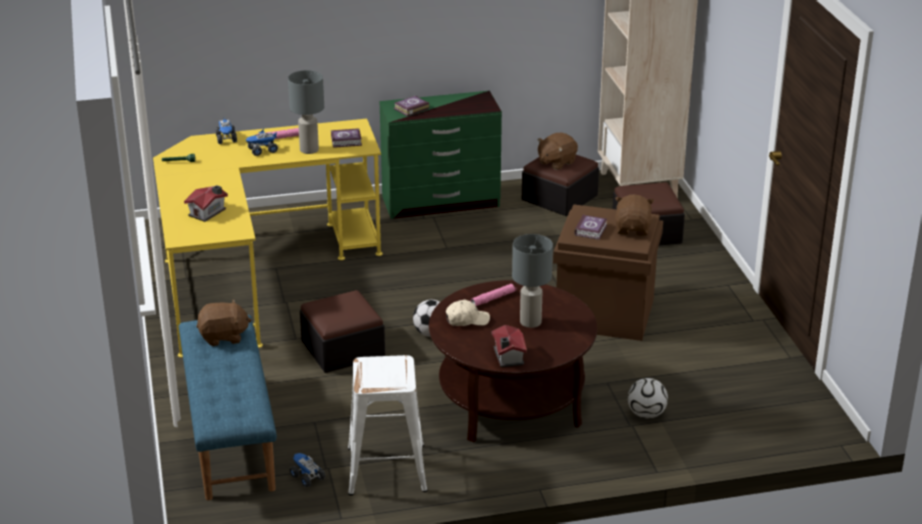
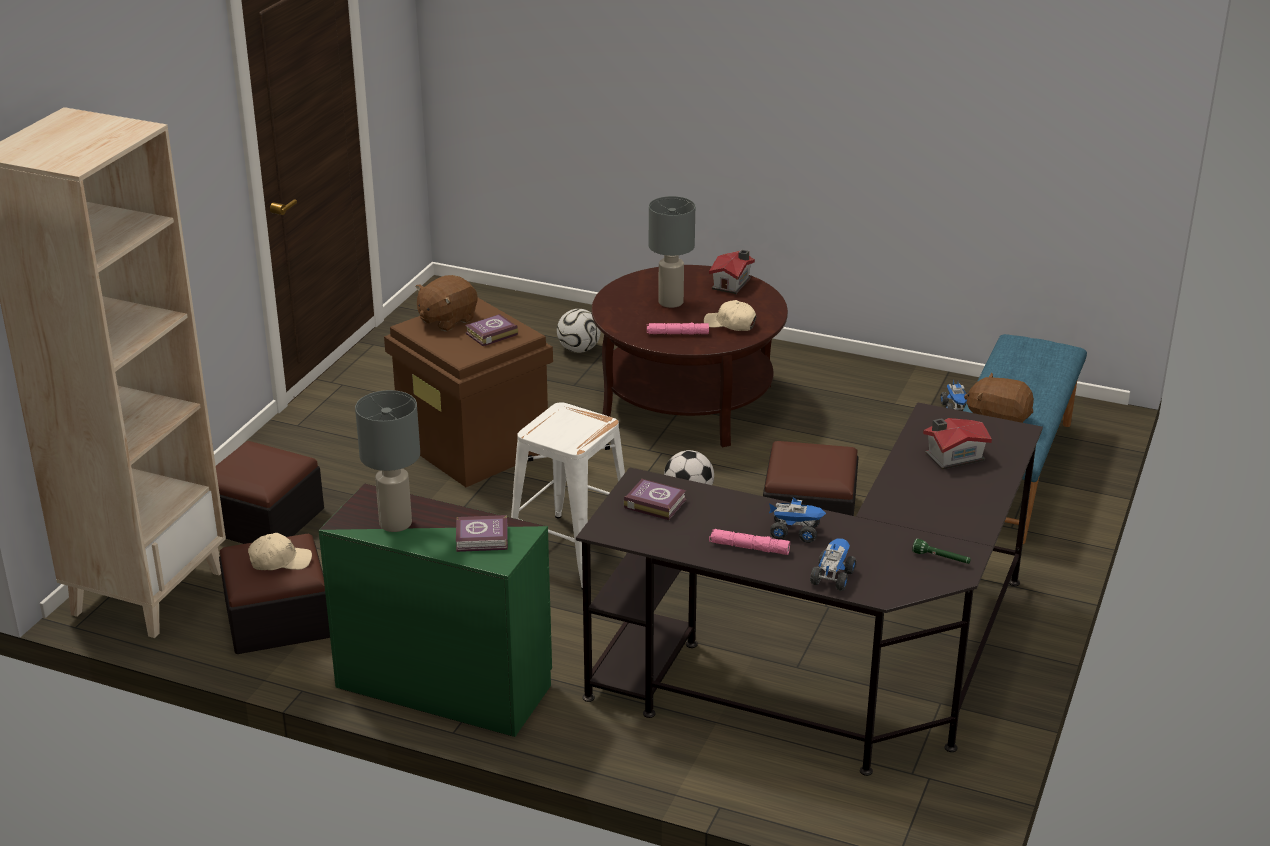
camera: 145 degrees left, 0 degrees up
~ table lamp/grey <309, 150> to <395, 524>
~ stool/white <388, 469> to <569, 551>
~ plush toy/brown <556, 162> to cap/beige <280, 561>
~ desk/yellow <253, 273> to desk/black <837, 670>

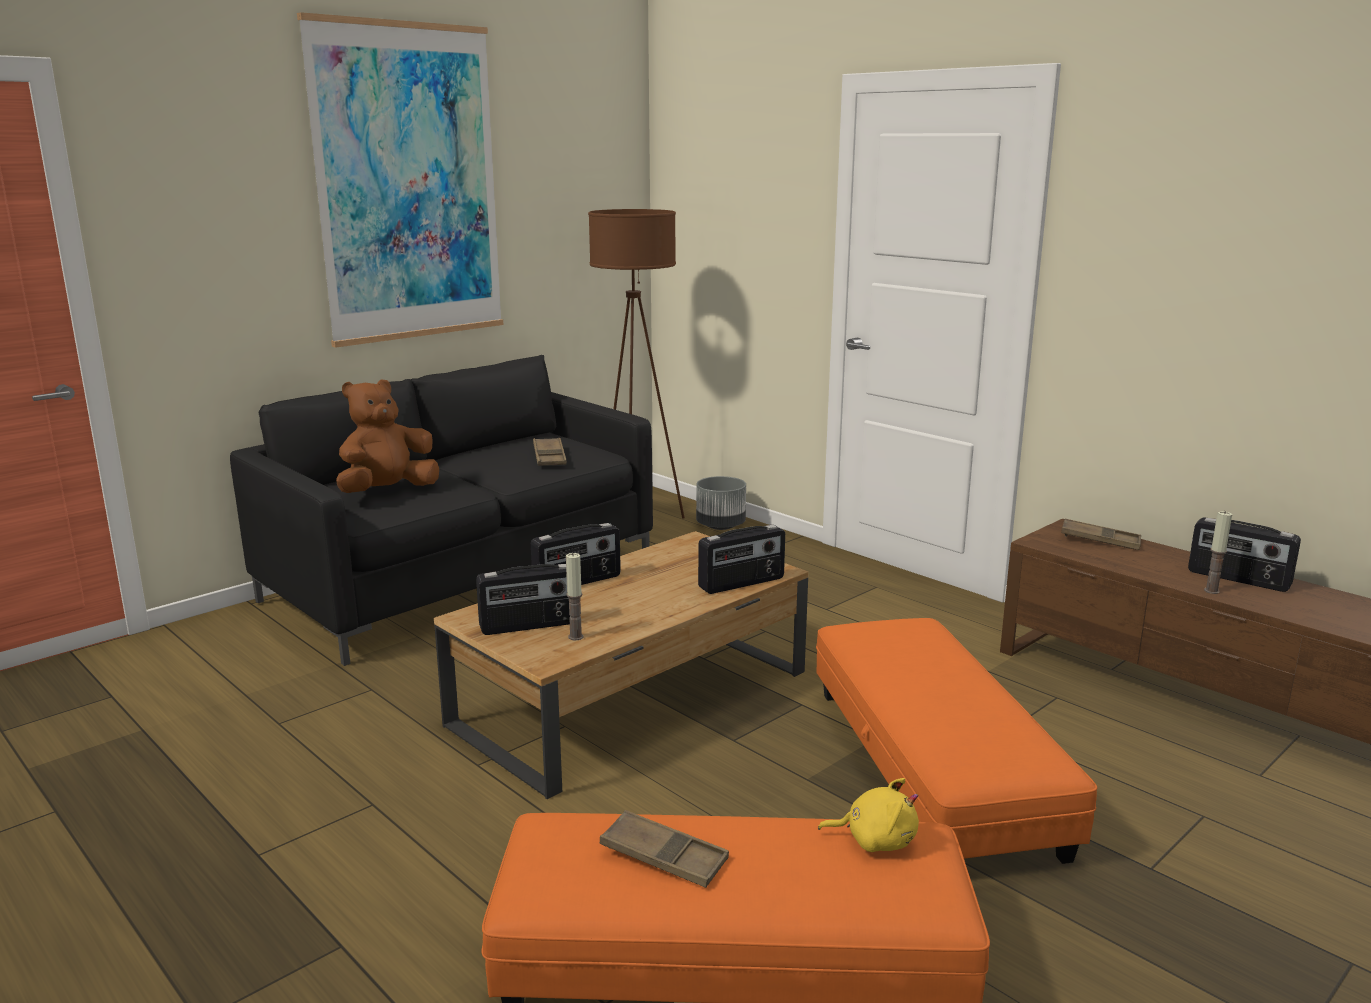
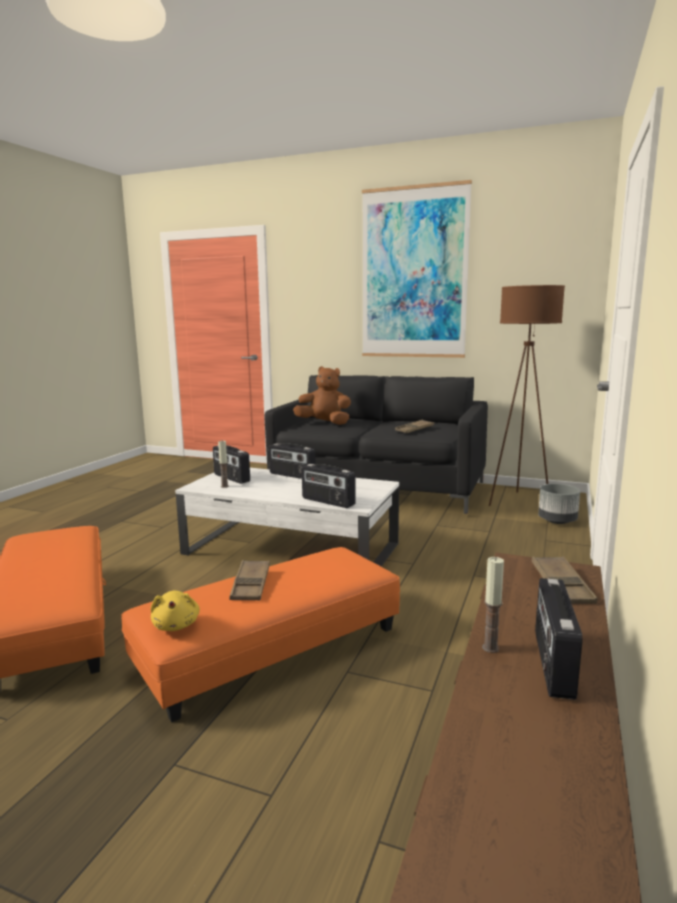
camera: 65 degrees right, 5 degrees down
~ tray/brown <664, 856> to <251, 585>
~ plush toy/yellow <875, 840> to <176, 625>
~ coffee table/brown <634, 697> to coffee table/white <292, 549>

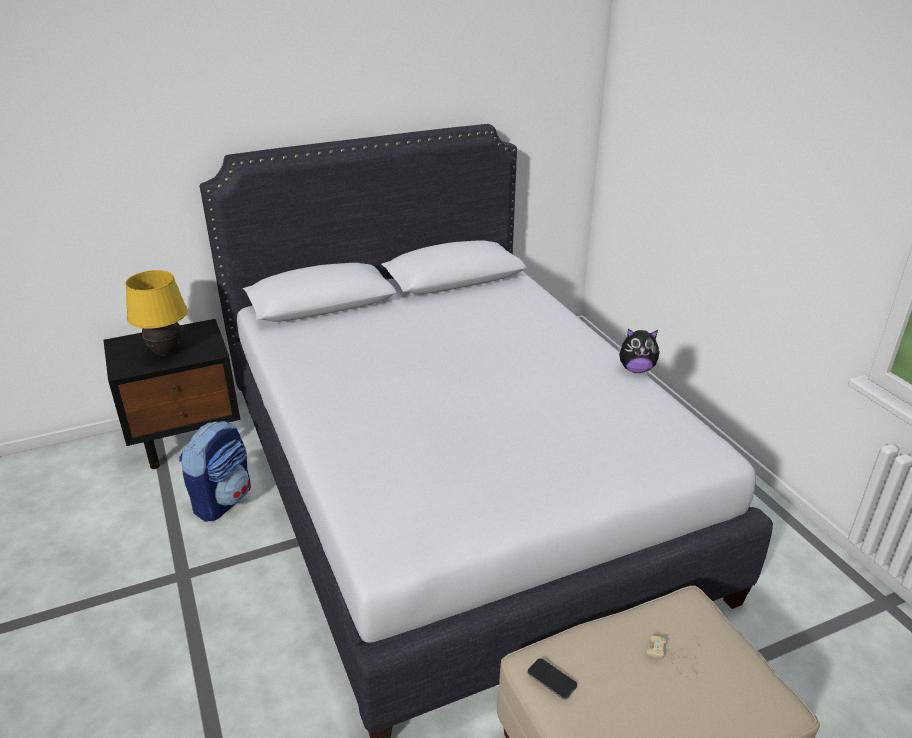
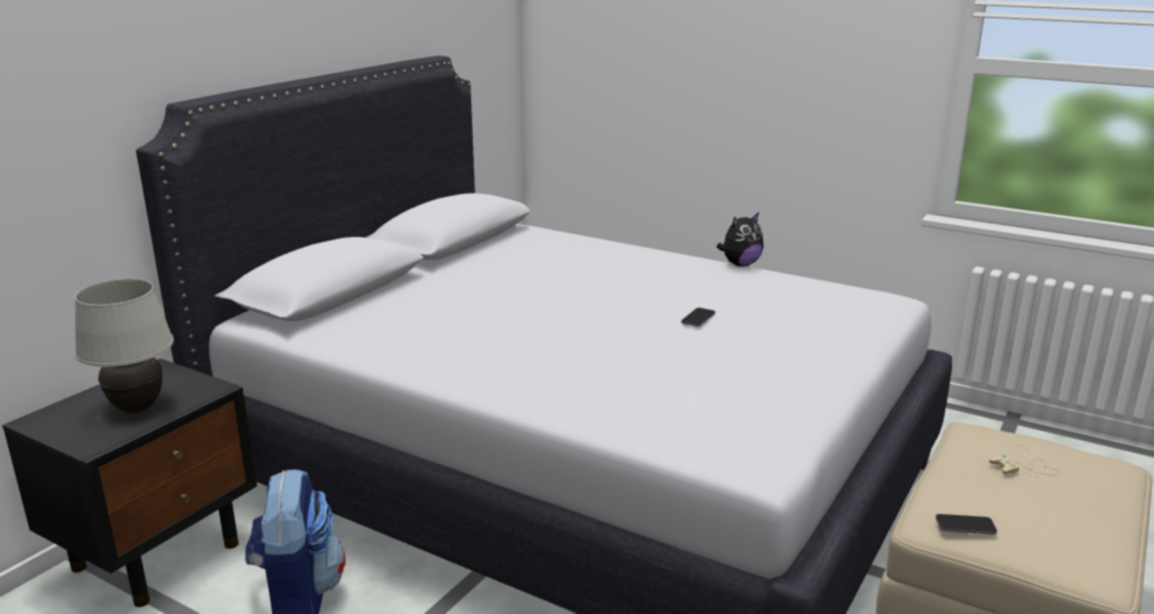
camera: 35 degrees left, 10 degrees down
+ phone <698, 319>
~ table lamp/yellow <165, 352> to table lamp/white <137, 409>

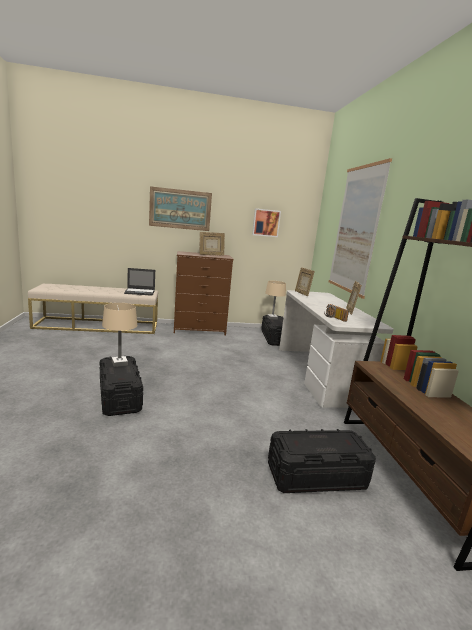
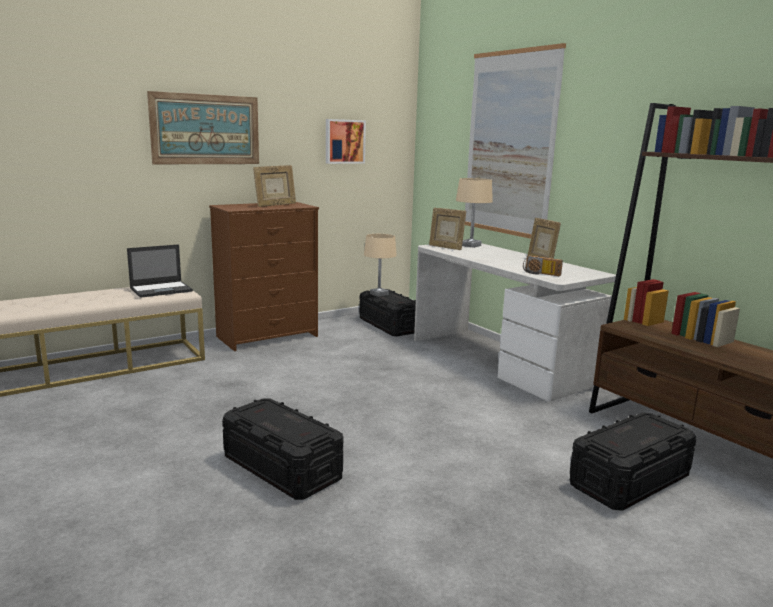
camera: 25 degrees left, 0 degrees up
~ table lamp/beige <119, 363> to <471, 245>

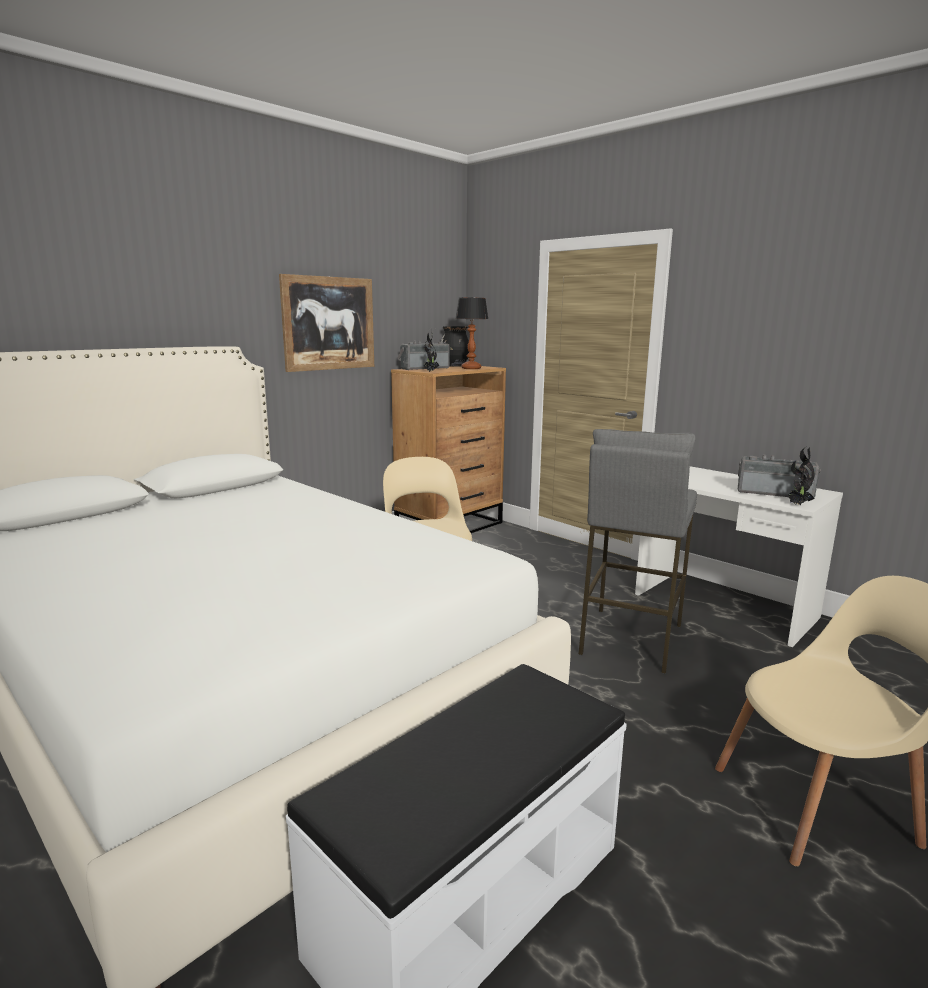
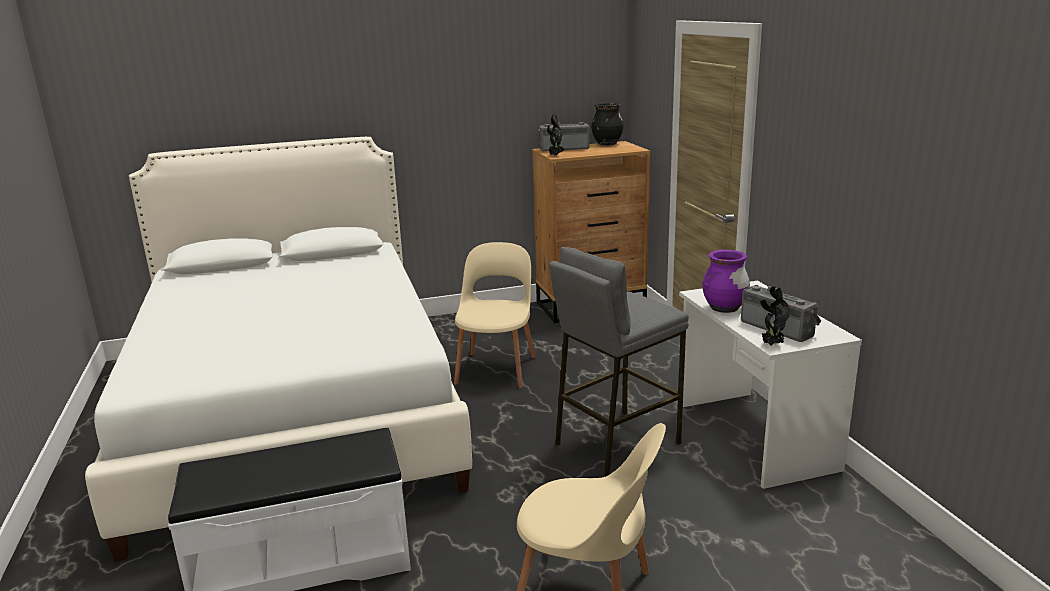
camera: 30 degrees right, 5 degrees up
- picture <329, 323>
- table lamp <471, 368>
+ vase/purple <724, 308>

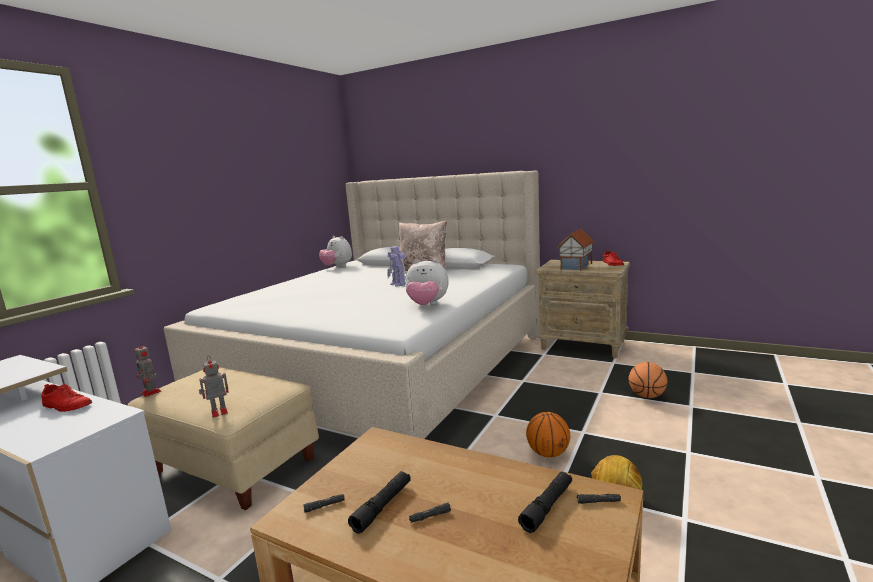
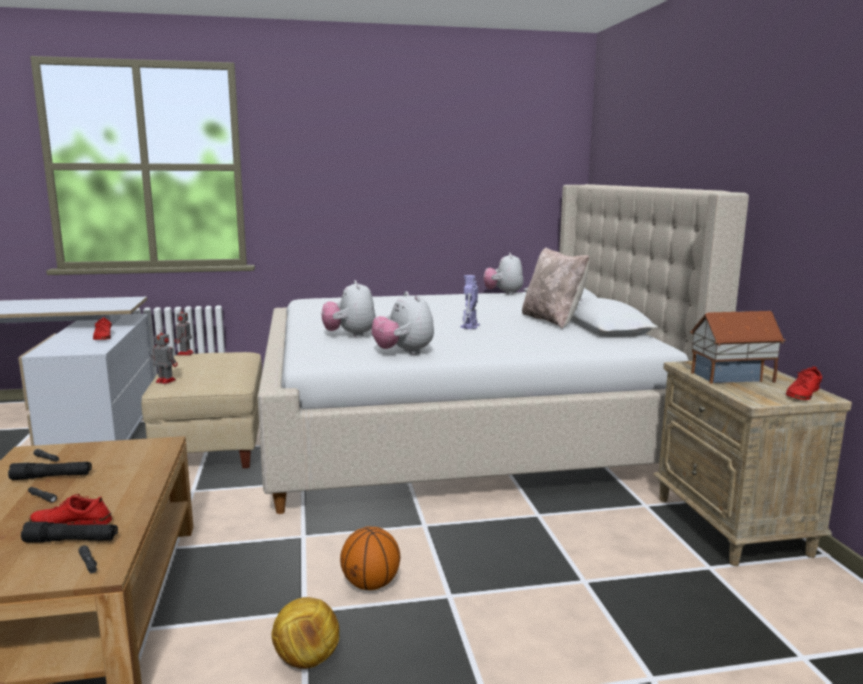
camera: 50 degrees right, 0 degrees up
- basketball <647, 396>
+ shoe/red <72, 523>
+ plush toy <350, 336>

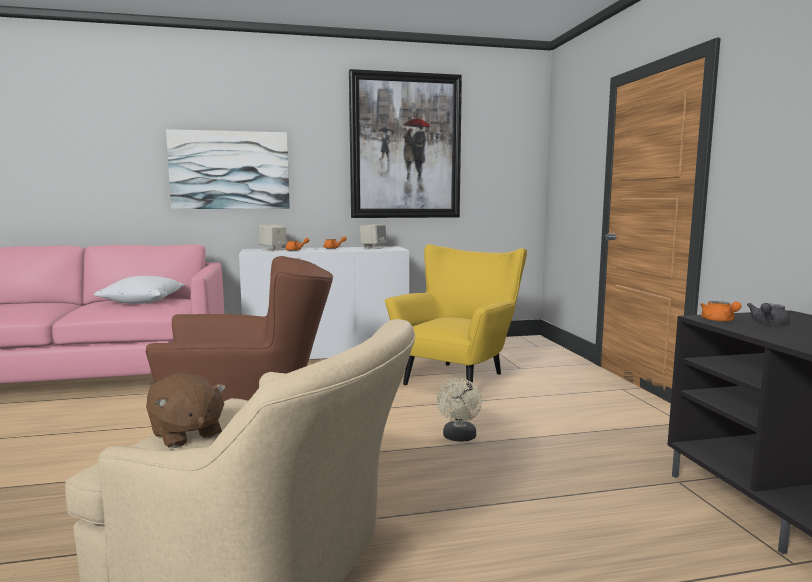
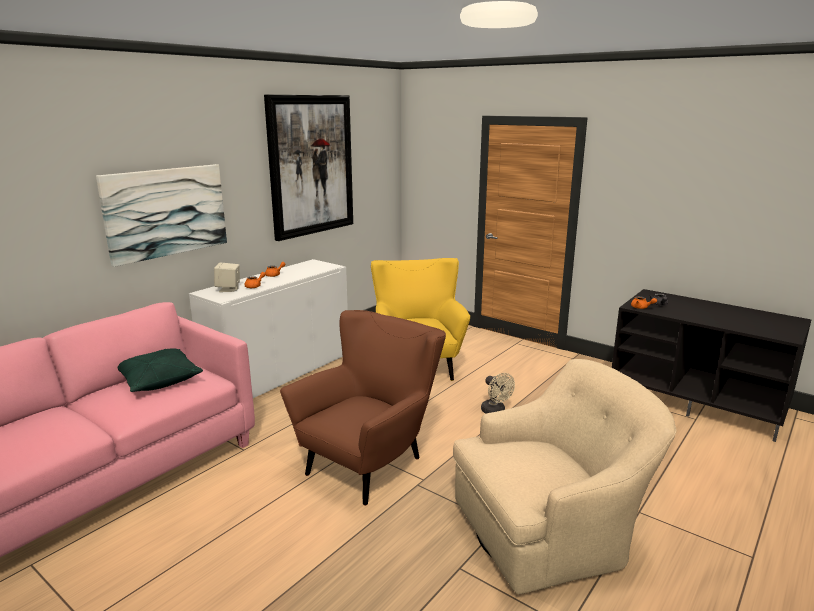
camera: 40 degrees left, 10 degrees up
- plush toy/brown <185, 434>
- speaker/beige <373, 248>
~ pillow/white <143, 301> to pillow/green <158, 380>

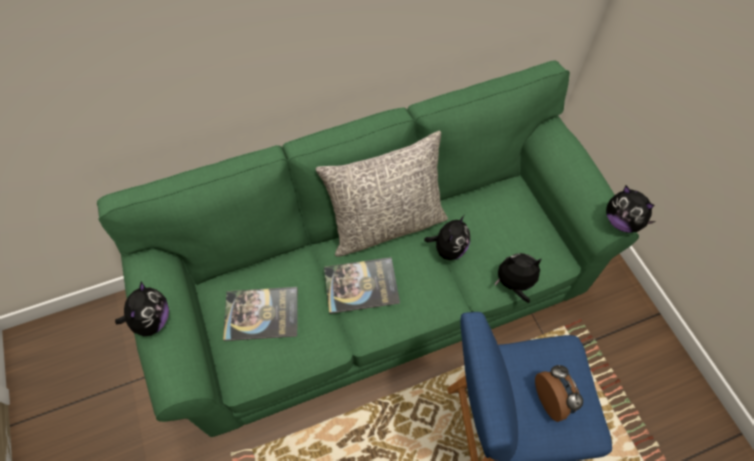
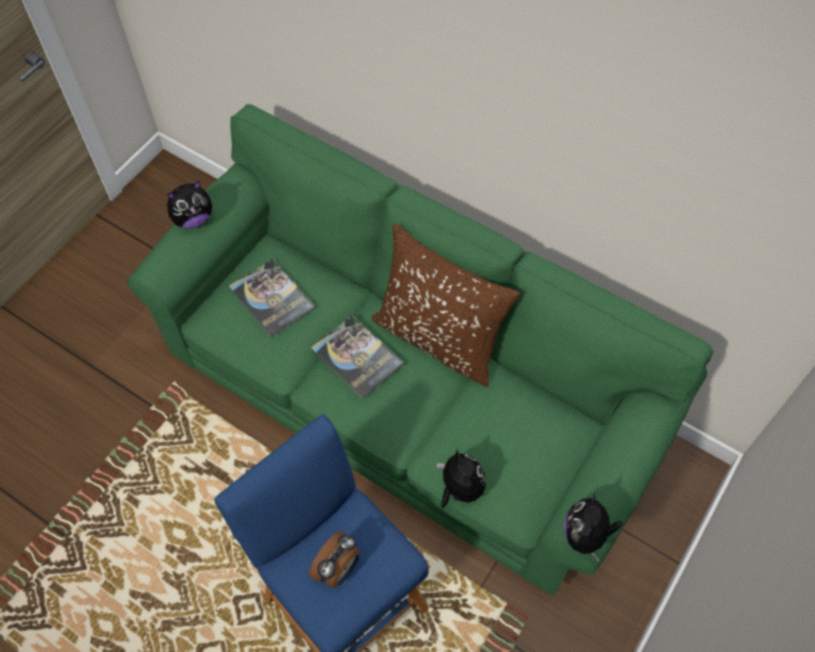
camera: 55 degrees right, 0 degrees up
- plush toy <448, 249>
~ pillow/grey <386, 224> to pillow/brown <439, 338>

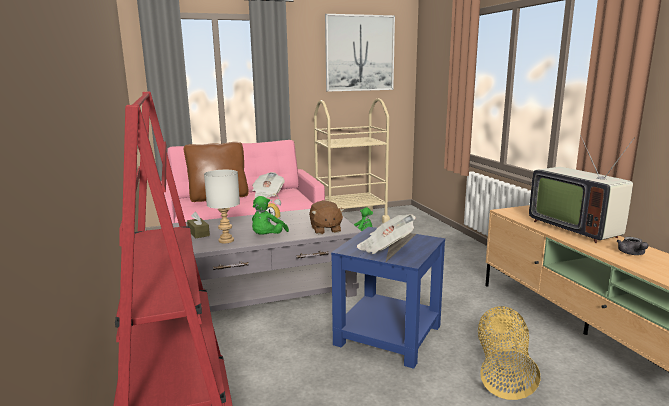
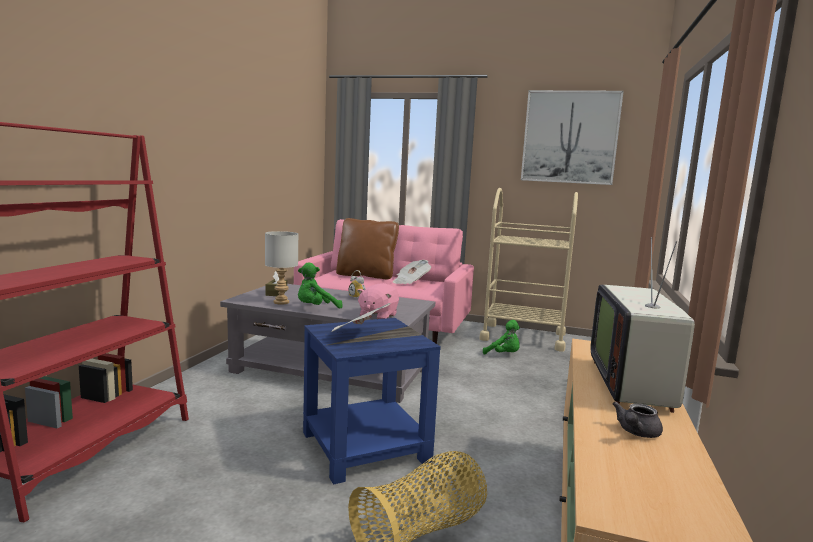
camera: 35 degrees right, 5 degrees down
~ plush toy/brown <325, 229> to plush toy/pink <377, 316>

